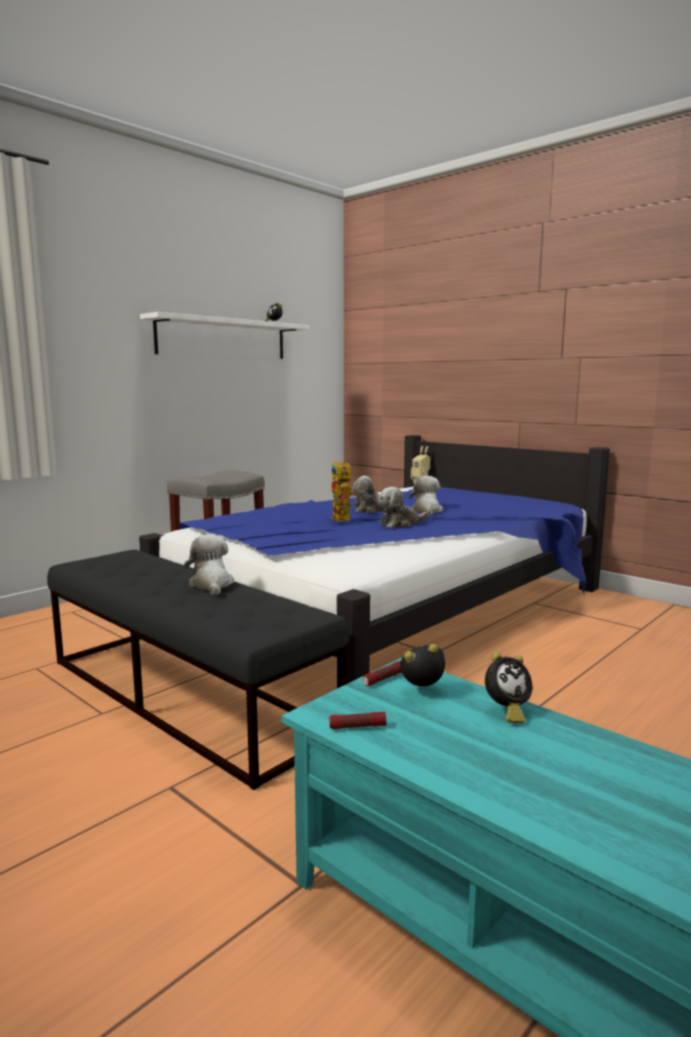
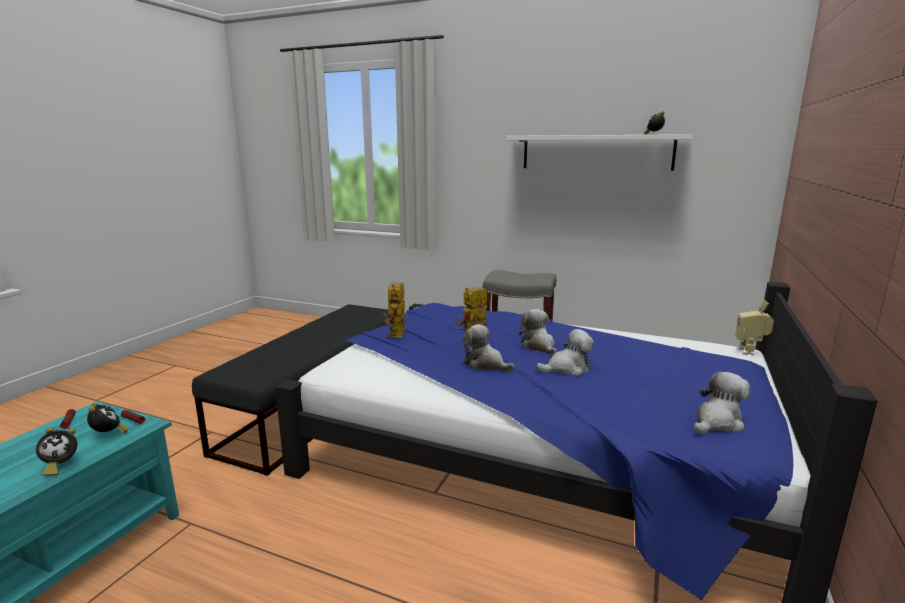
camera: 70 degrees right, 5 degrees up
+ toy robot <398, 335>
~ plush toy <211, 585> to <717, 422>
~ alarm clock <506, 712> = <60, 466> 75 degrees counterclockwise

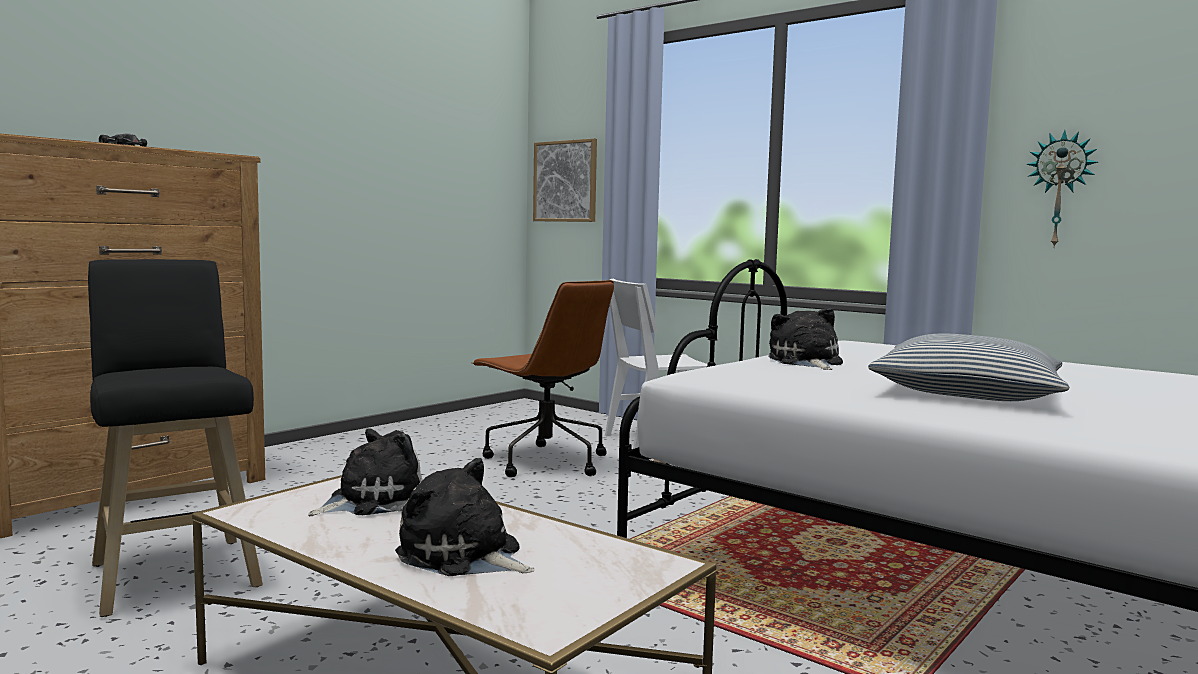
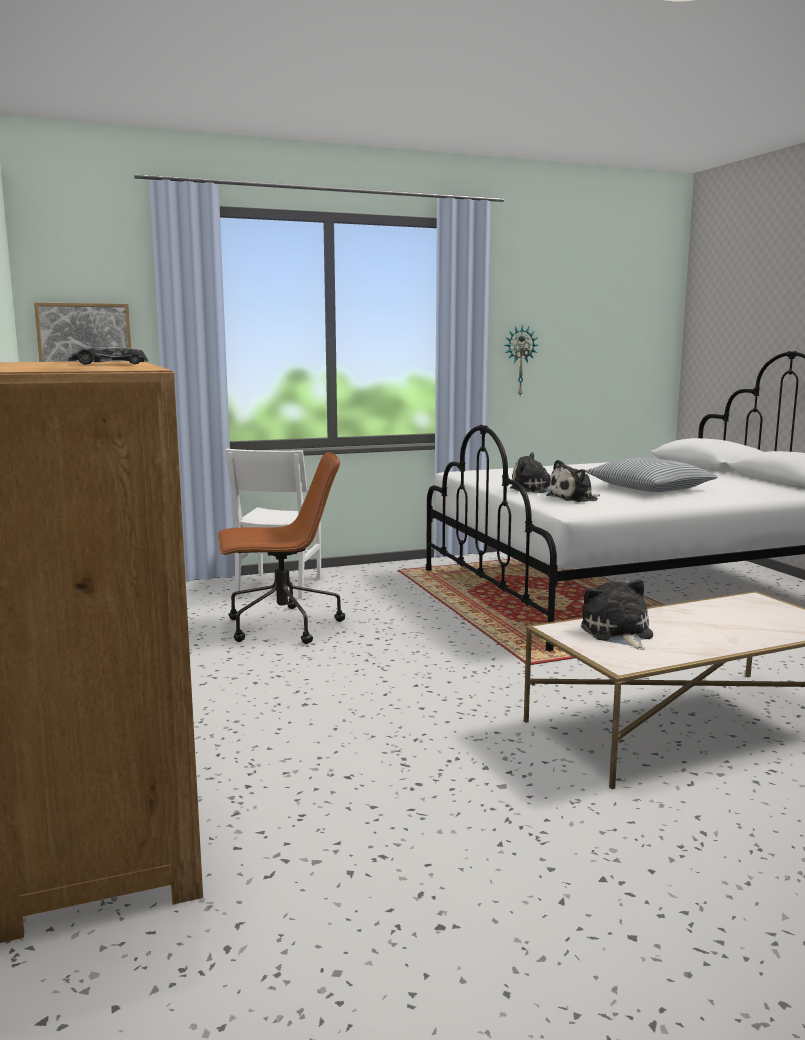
camera: 60 degrees left, 5 degrees up
- stool/black <175, 572>
~ plush toy <464, 556> to <575, 498>

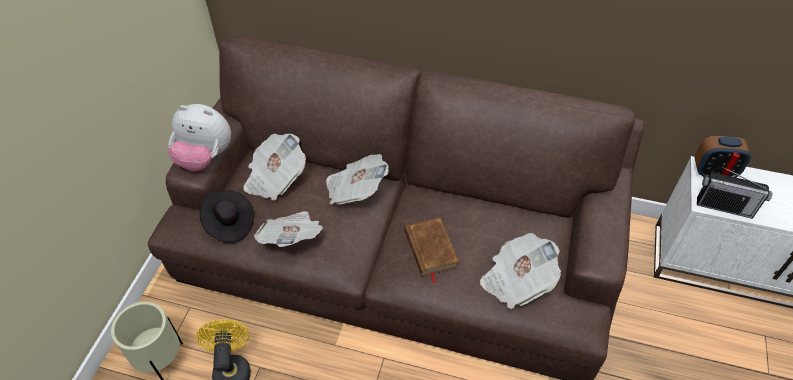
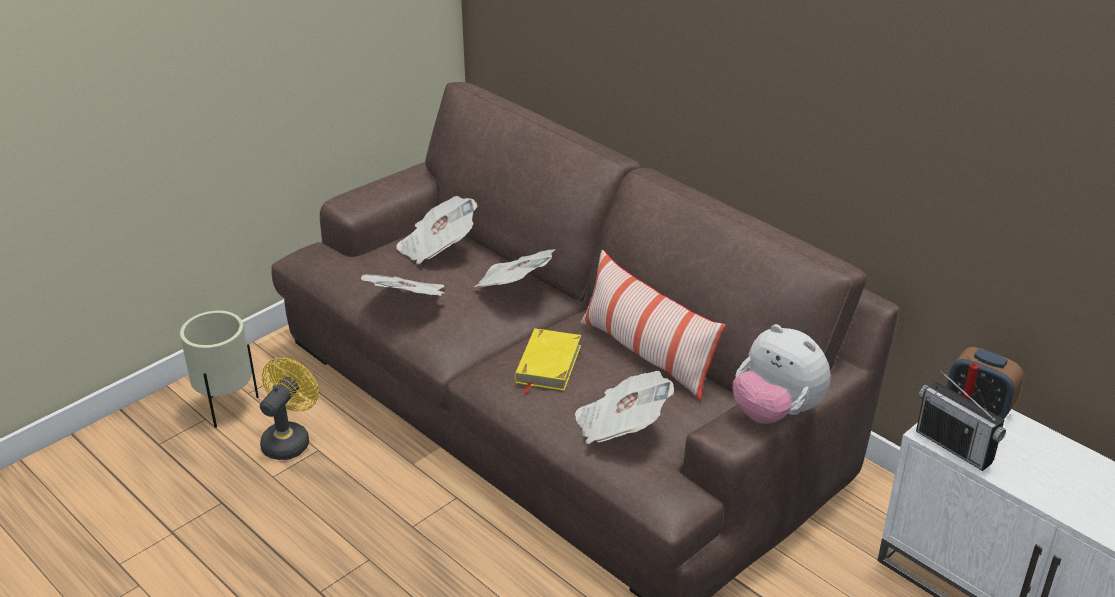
camera: 30 degrees right, 15 degrees down
- hat/black <229, 224>
+ pillow <647, 355>
~ plush toy <205, 158> to <776, 412>
~ book/brown <430, 249> to book/yellow <547, 364>

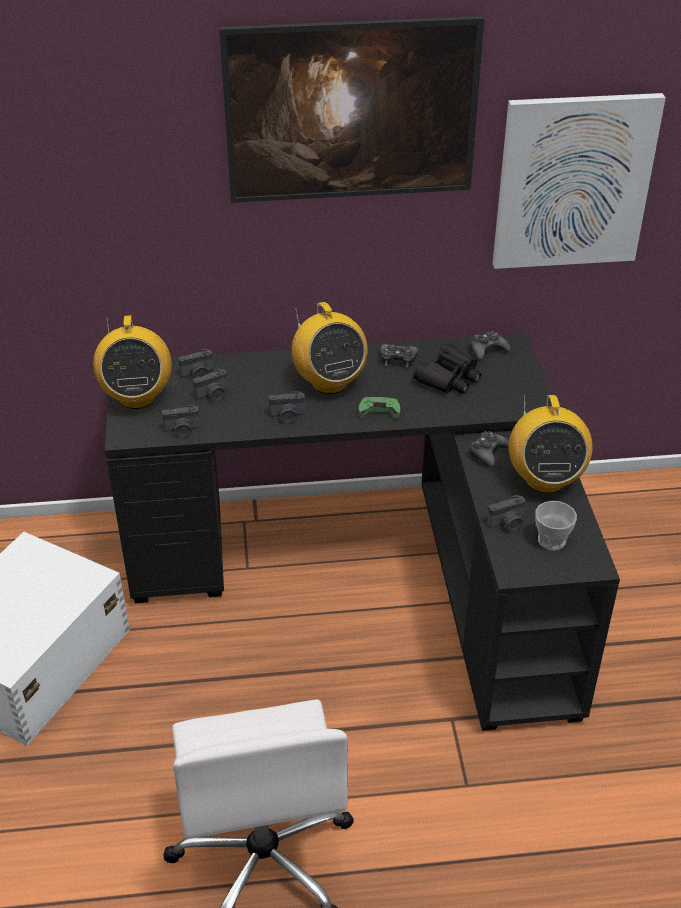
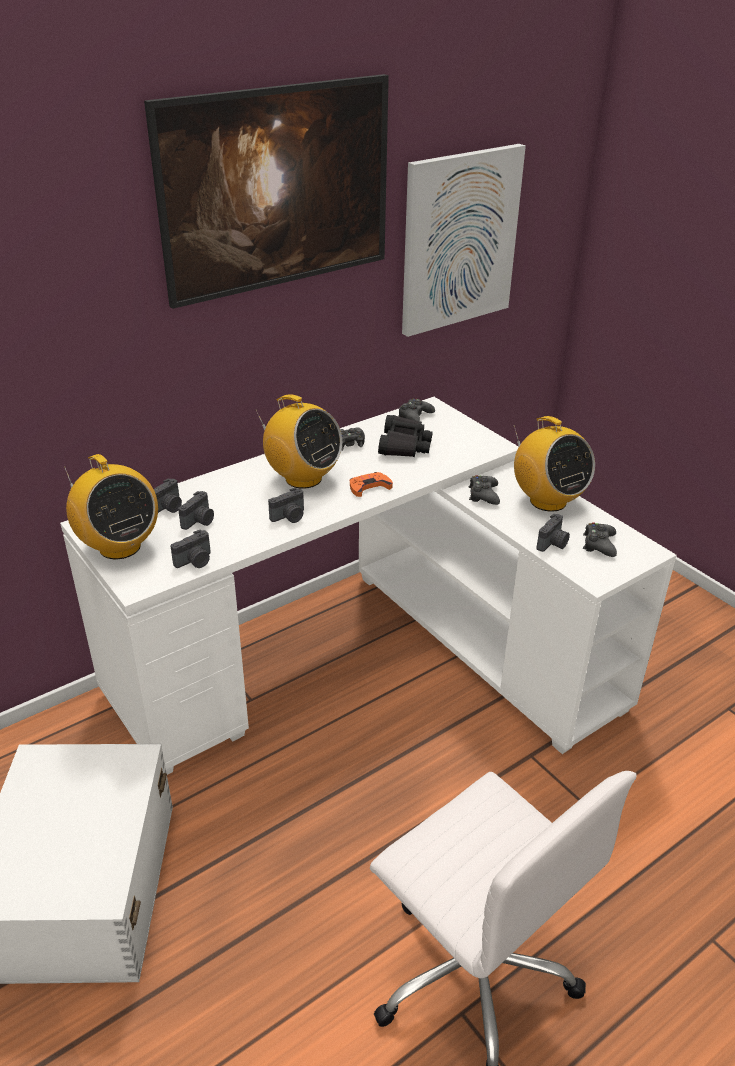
camera: 30 degrees left, 5 degrees down
~ cup <551, 540> to game controller/black <599, 544>
~ desk/black <376, 569> to desk/white <369, 655>
~ game controller/green <379, 410> to game controller/orange <369, 487>

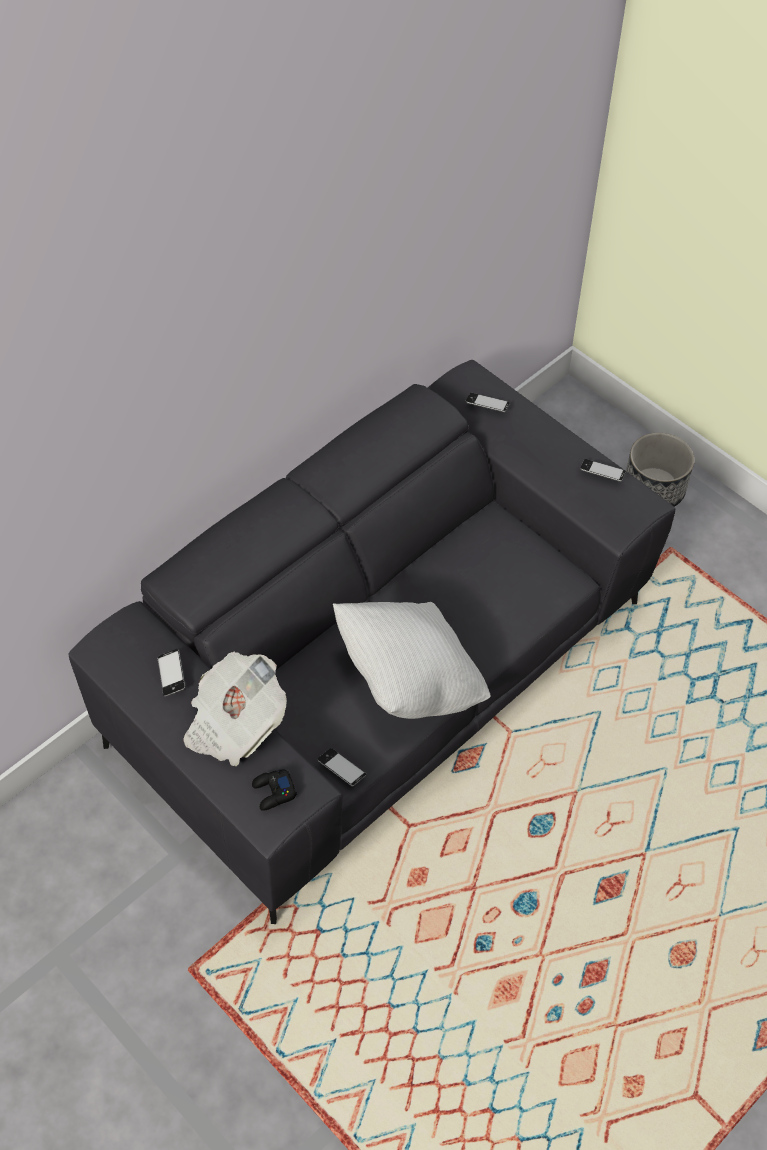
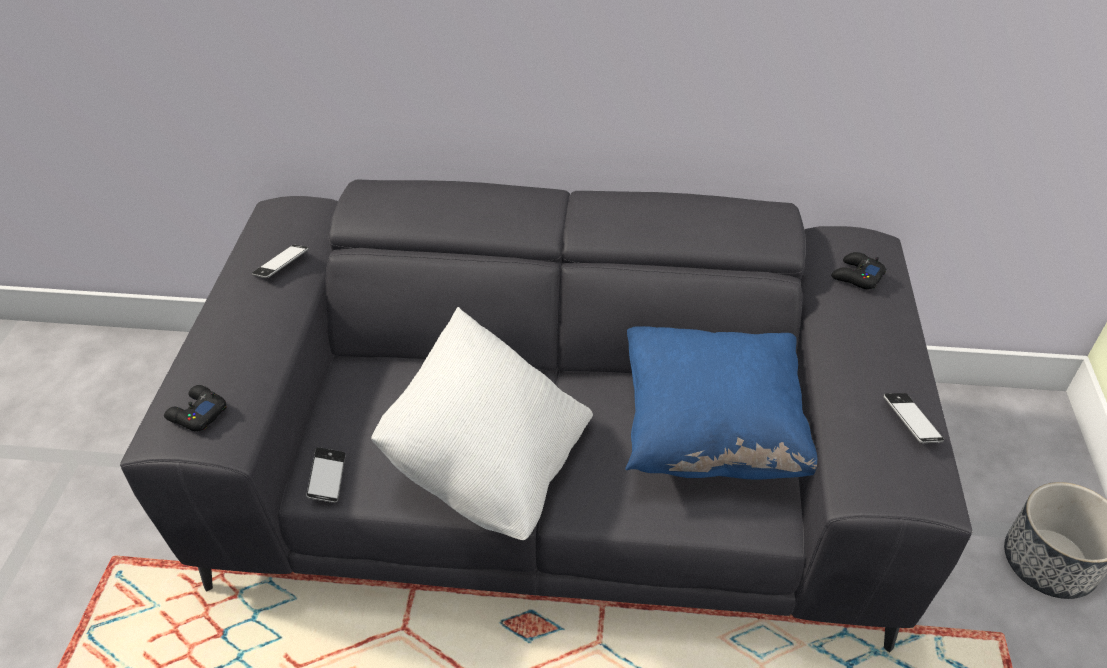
camera: 50 degrees right, 10 degrees down
- newspaper <234, 723>
+ pillow/blue <711, 432>
~ phone <487, 405> to game controller/black <856, 276>

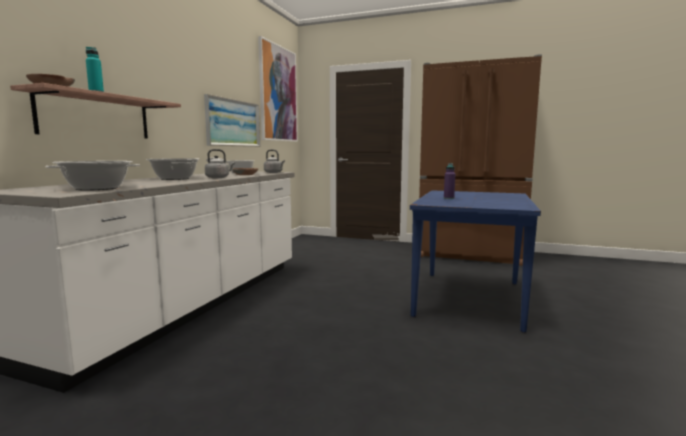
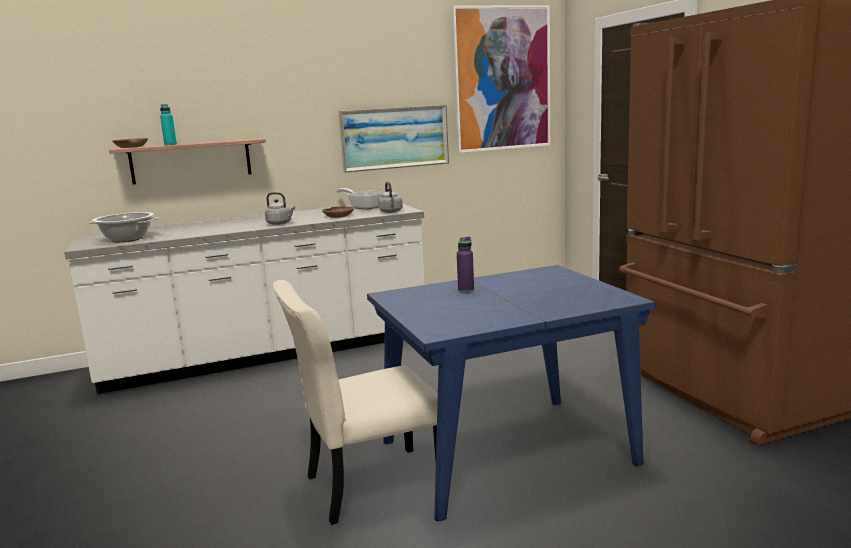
camera: 50 degrees right, 5 degrees up
- cooking pot <174, 179>
+ chair/beige <368, 485>

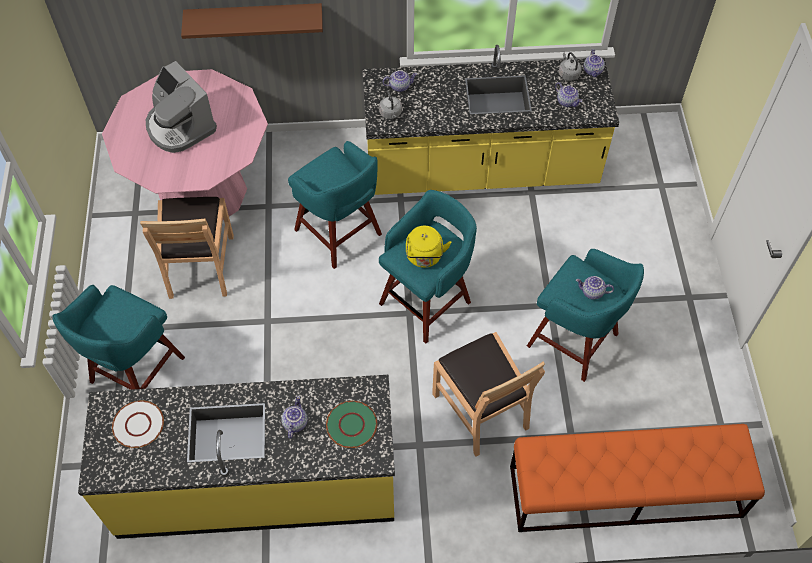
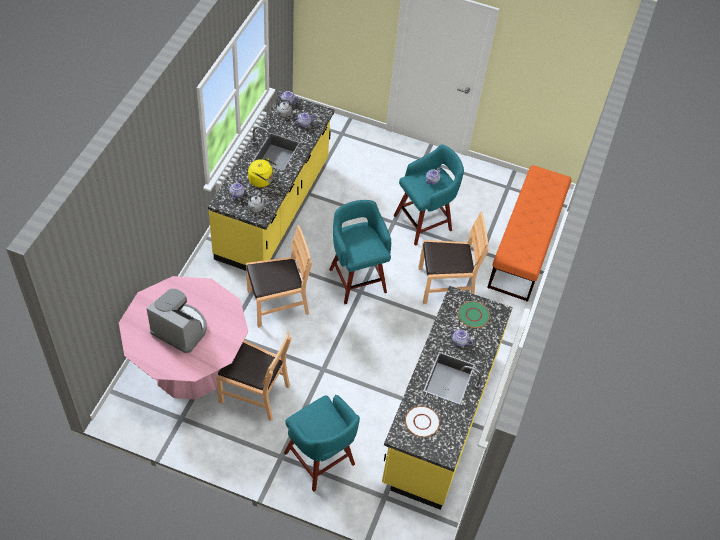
camera: 70 degrees left, 5 degrees down
- shelf/brown <254, 19>
~ kettle/yellow <424, 257> to <262, 180>
~ stool/turquoise <339, 234> to chair/brown <278, 303>
~ coffee machine <180, 127> = <180, 329> 135 degrees counterclockwise

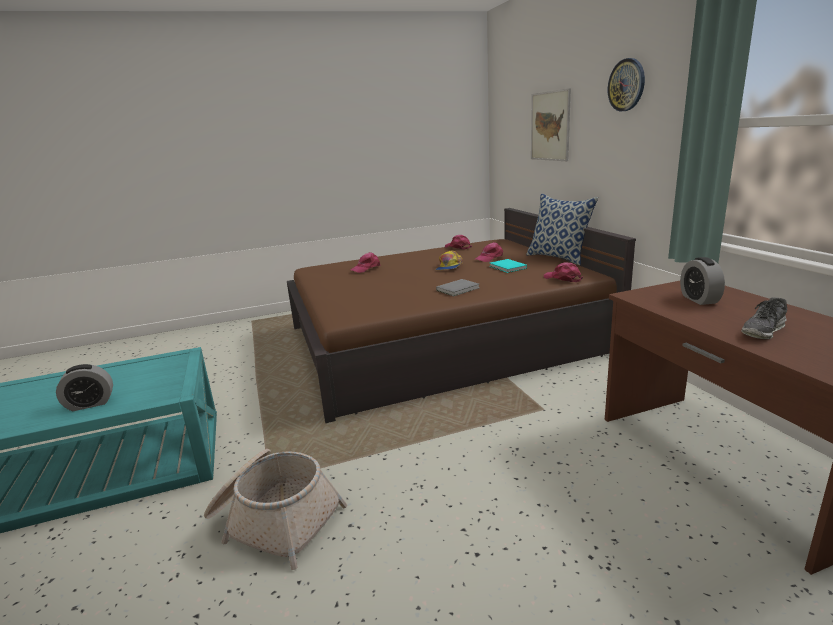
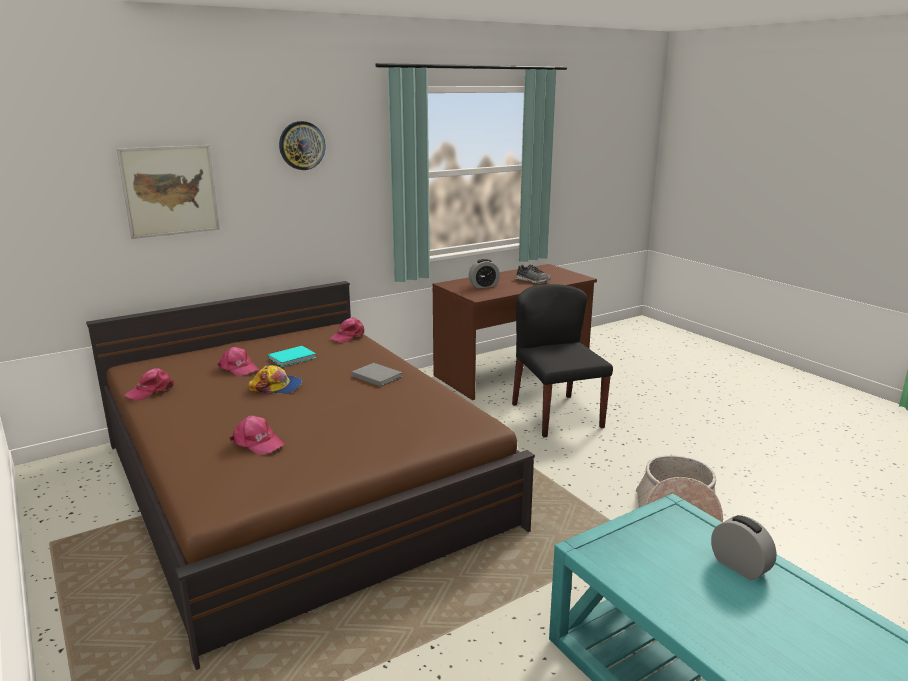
camera: 105 degrees left, 0 degrees up
- pillow <558, 258>
+ chair/black <556, 415>

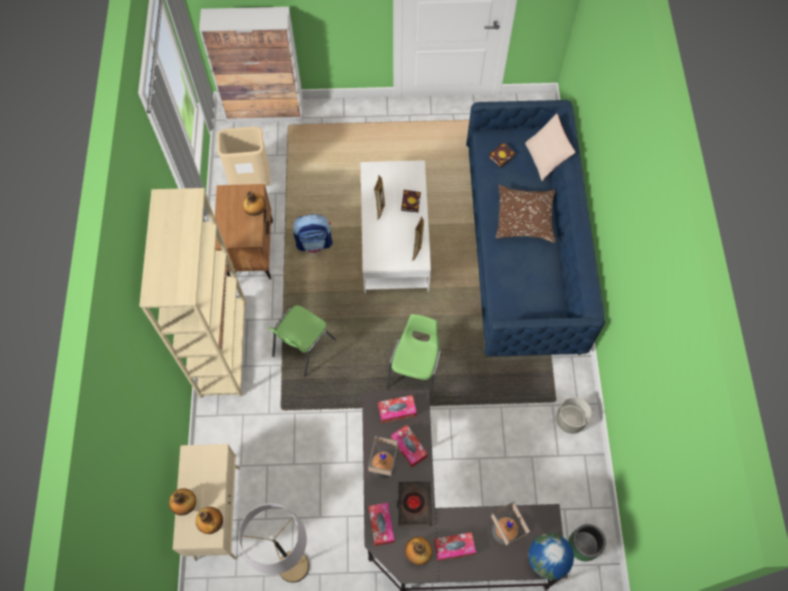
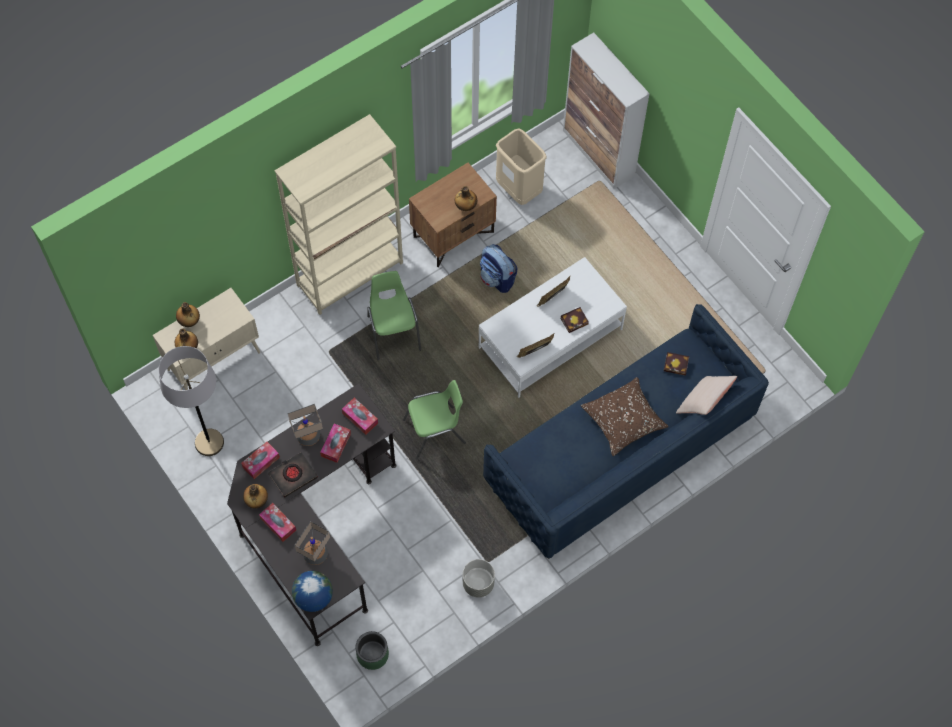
camera: 55 degrees right, 0 degrees up
~ chair/green <303, 347> = <393, 332> 75 degrees clockwise

